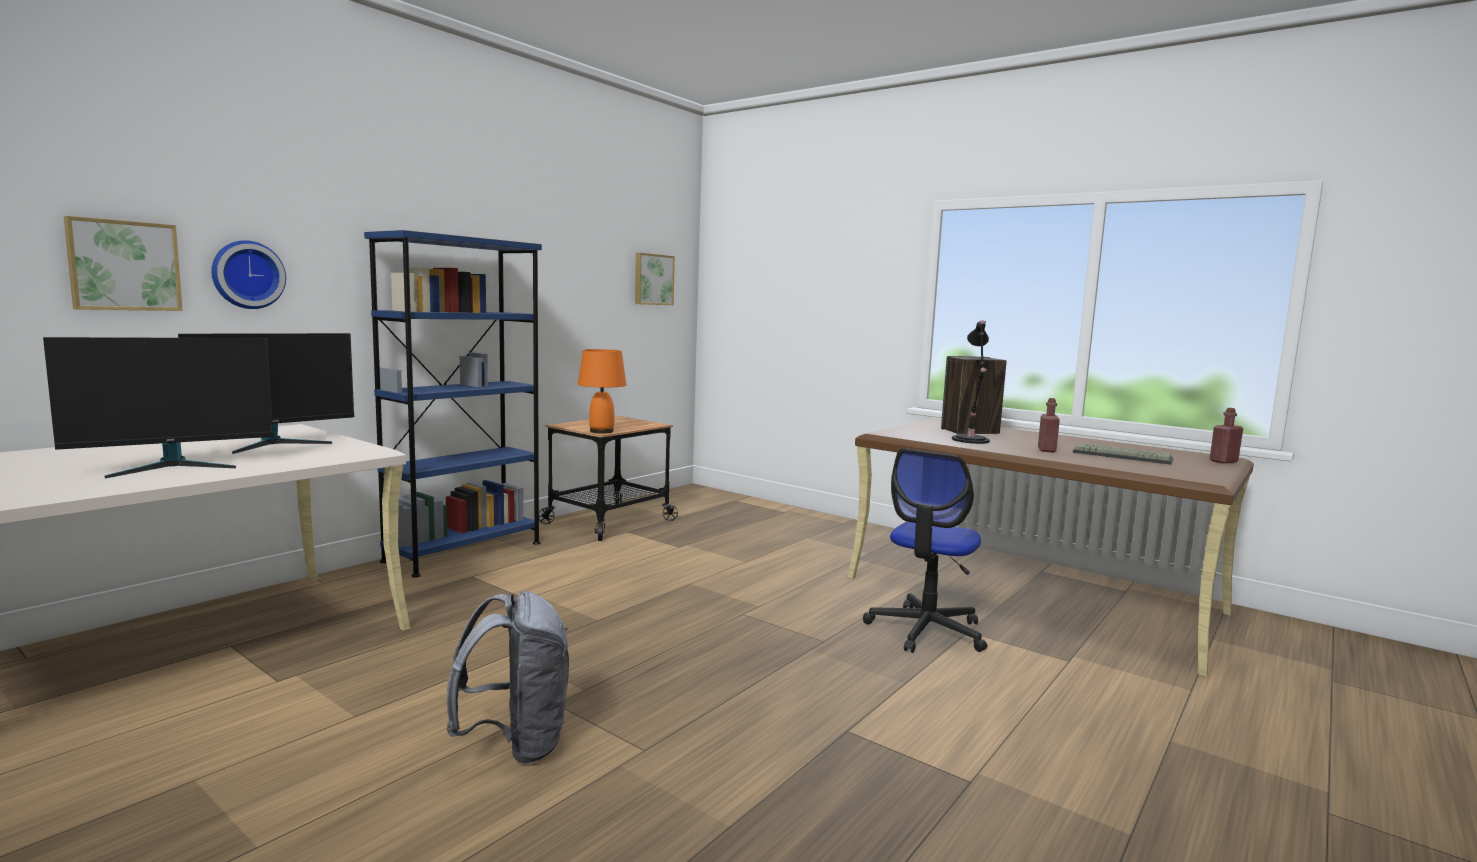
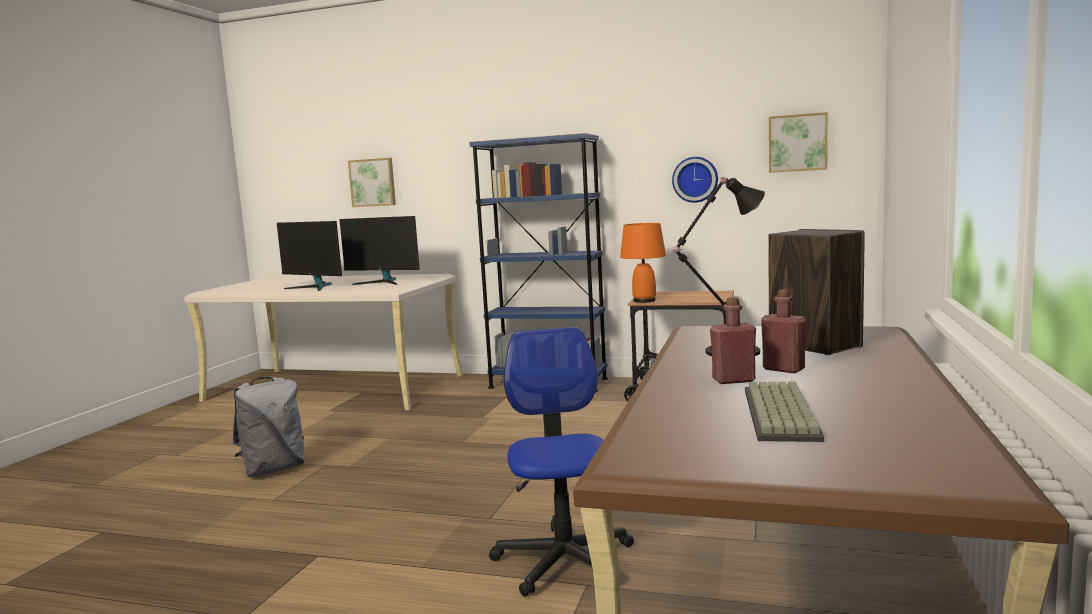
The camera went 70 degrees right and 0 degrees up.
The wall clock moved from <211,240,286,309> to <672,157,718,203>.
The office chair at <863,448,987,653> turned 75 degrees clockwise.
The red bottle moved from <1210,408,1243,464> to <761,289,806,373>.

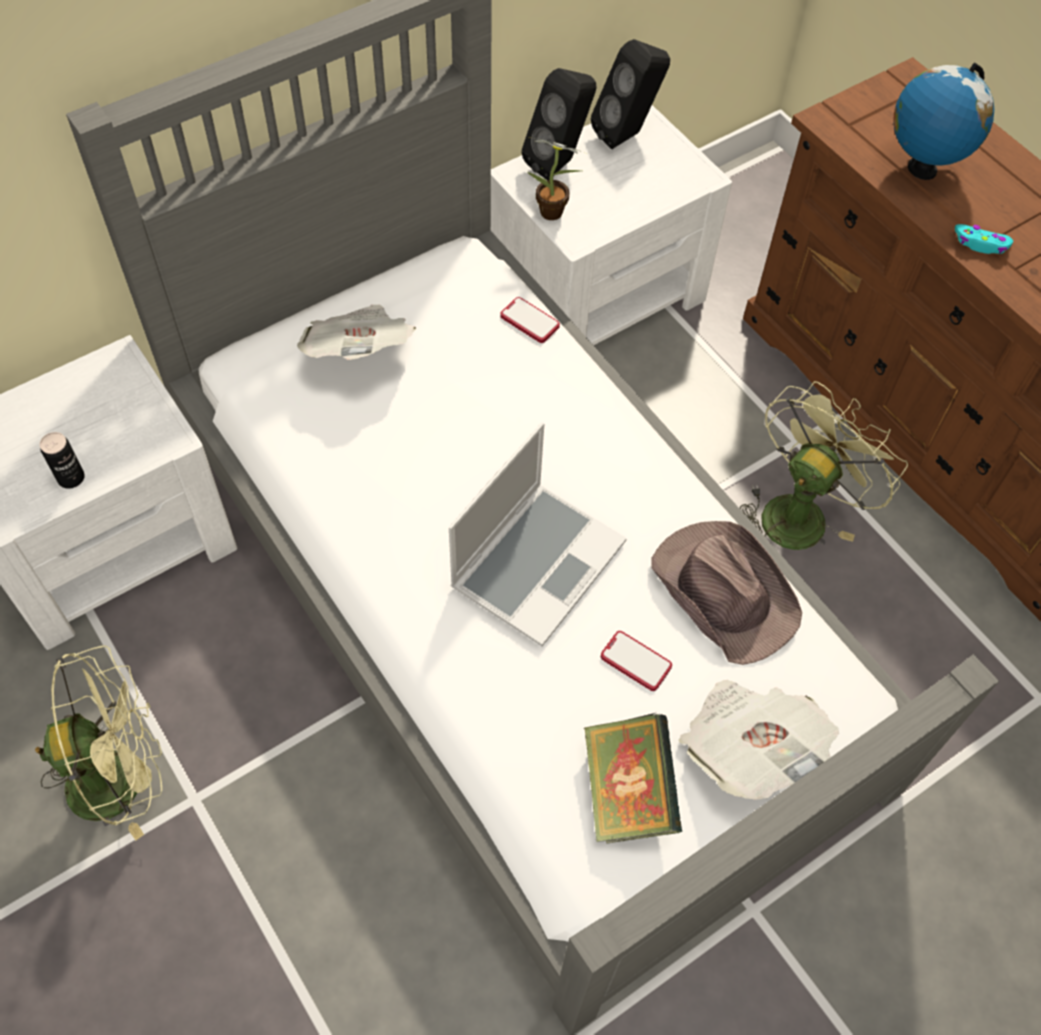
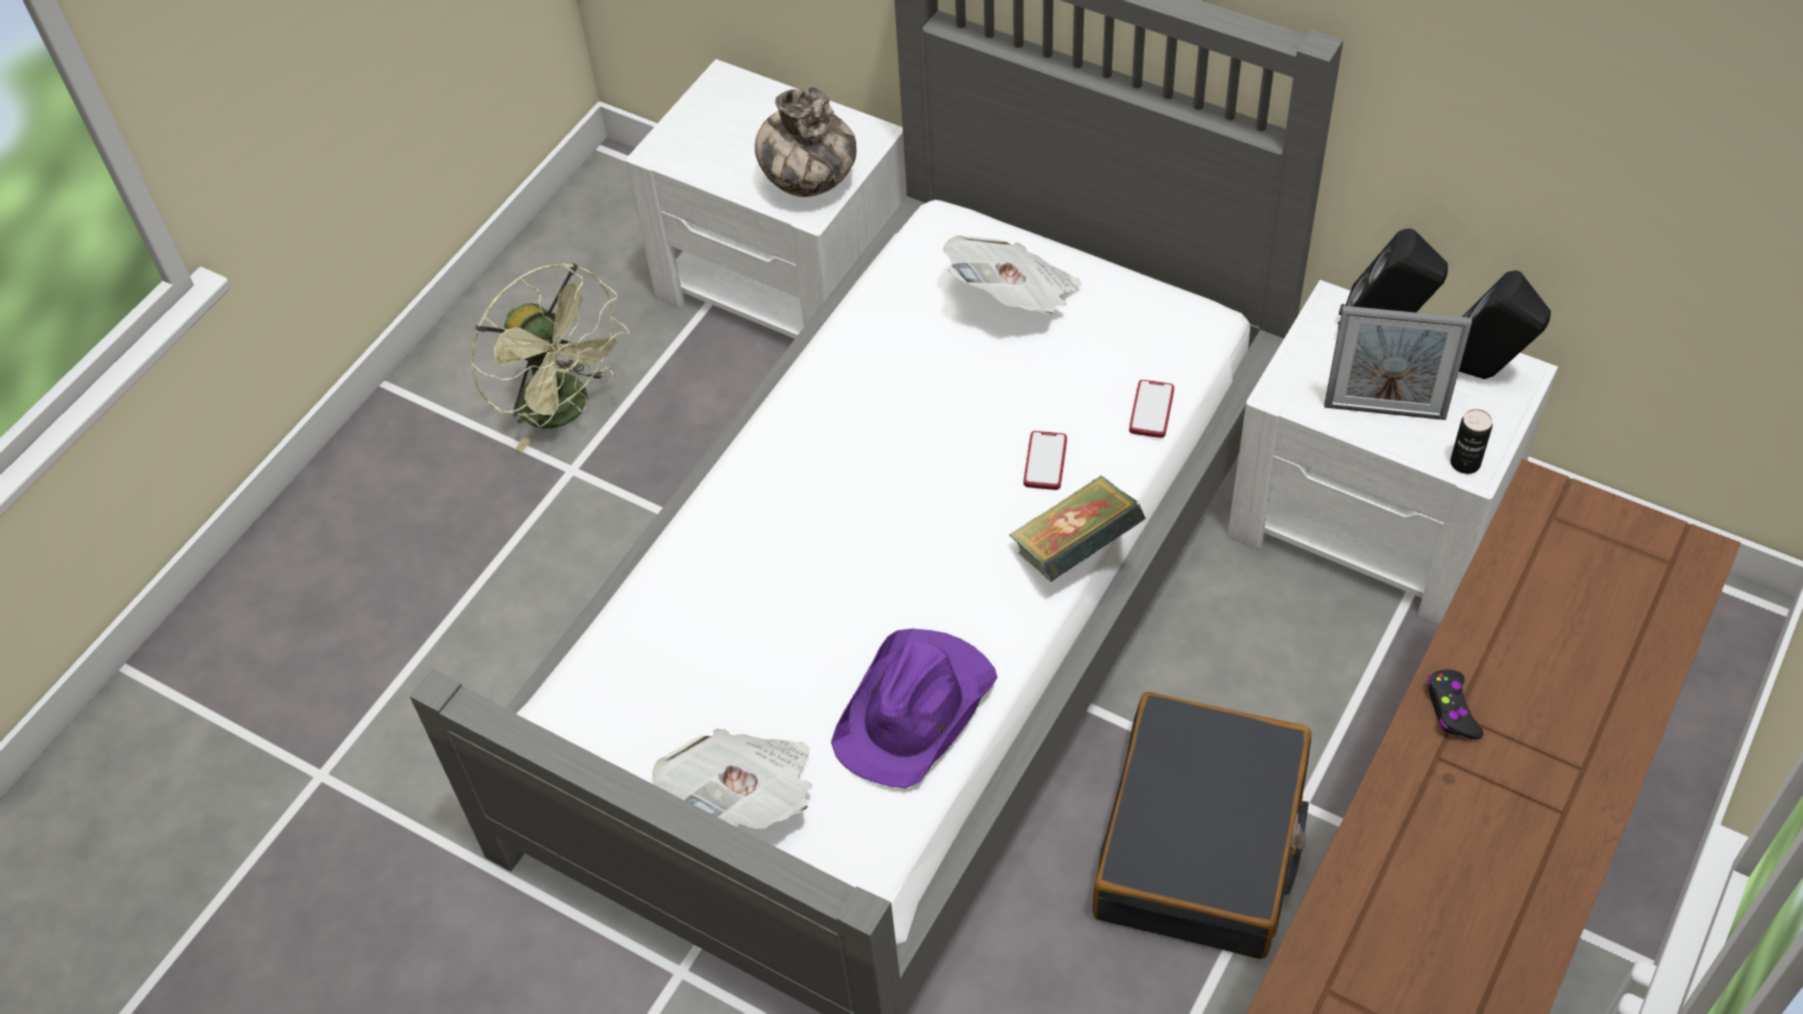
The camera went 70 degrees right and 5 degrees down.
The can moved from <40,432,85,489> to <1450,409,1493,474>.
The laptop at <449,423,627,646> disappeared.
The potted plant at <527,138,584,220> disappeared.
The book moved from <584,713,682,843> to <1009,475,1146,582>.
The phone moved from <601,631,672,691> to <1024,431,1067,490>.
The brown hat at <651,521,802,665> became the purple hat at <831,629,997,789>.
The green fan at <740,382,908,550> was replaced by the black suitcase at <1093,692,1312,959>.
The globe at <893,63,994,180> disappeared.
The turquoise game controller at <955,224,1013,254> became the black game controller at <1427,670,1483,740>.
The vase at <755,87,856,197> appeared.
The picture frame at <1324,306,1472,420> appeared.

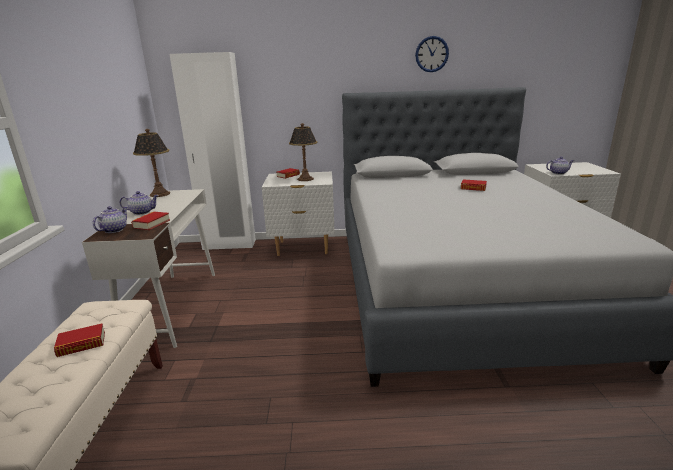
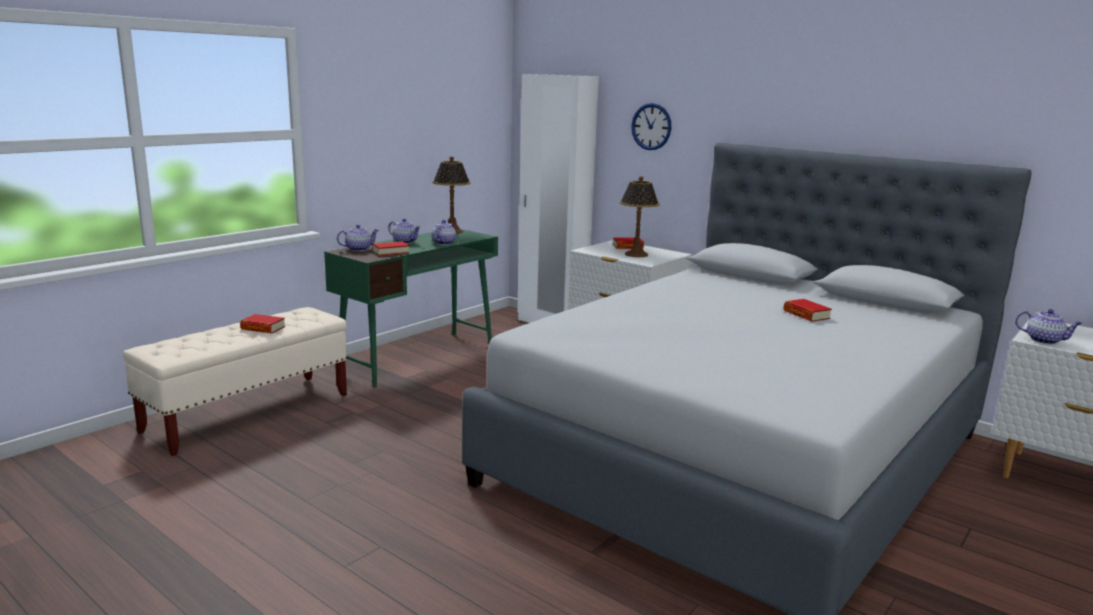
The camera went 40 degrees right and 5 degrees down.
The white desk at <82,189,215,348> became the green desk at <324,229,498,388>.
The wall clock moved from <415,36,449,72> to <631,103,672,150>.
The teapot at <431,220,456,245> appeared.

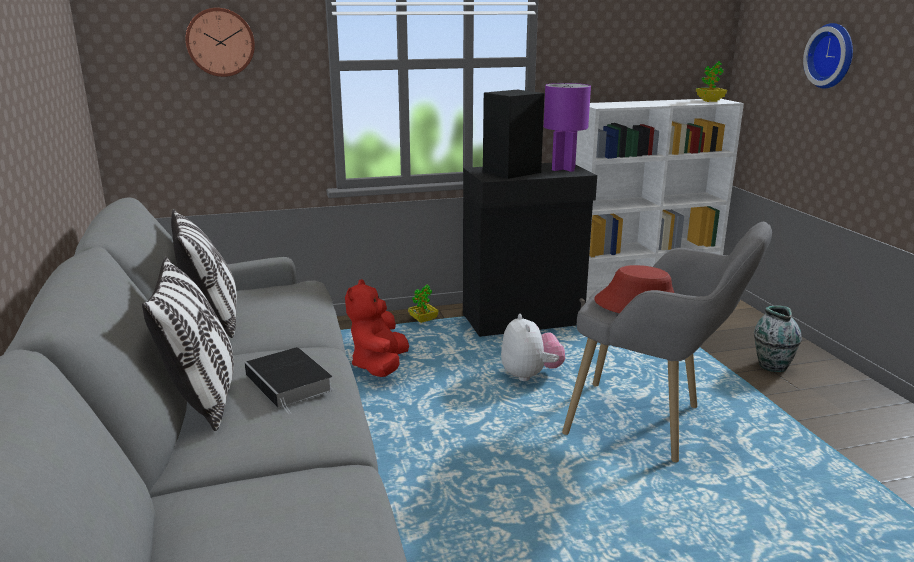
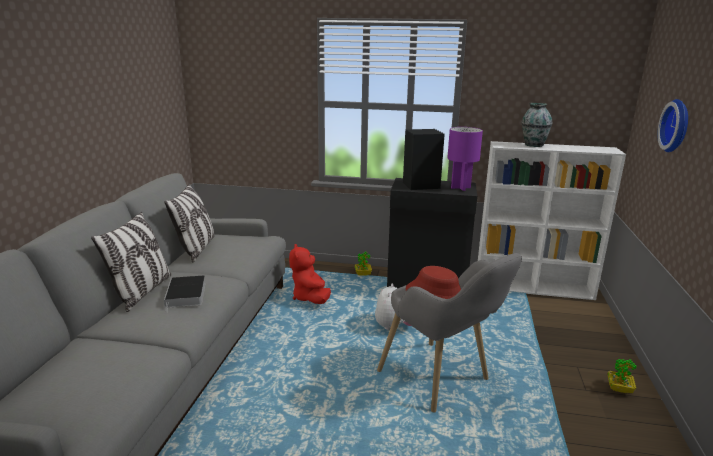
The camera went 25 degrees right and 0 degrees up.
The wall clock at <186,8,255,77> disappeared.
The red plush toy at <345,279,409,377> turned 45 degrees counterclockwise.
The potted plant moved from <696,61,727,102> to <608,359,637,393>.
The vase moved from <754,305,802,372> to <522,103,552,147>.

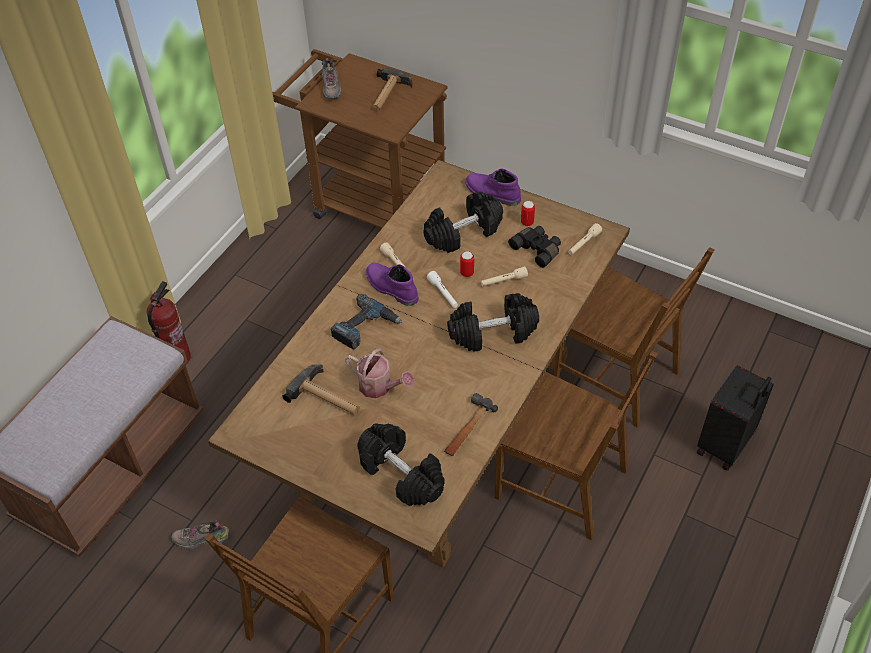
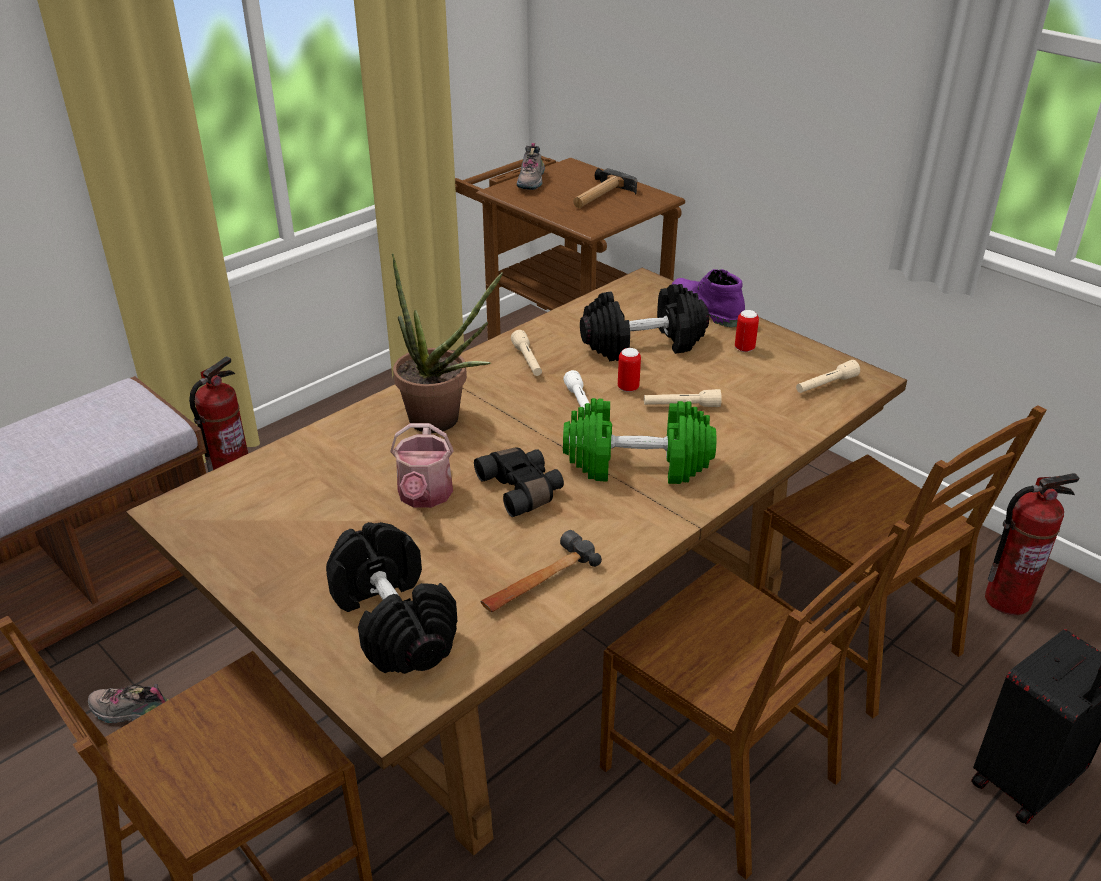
The camera went 15 degrees right and 15 degrees down.
The hammer at <283,364,360,415> disappeared.
The power drill at <331,294,402,350> was replaced by the potted plant at <392,253,503,433>.
The watering can at <345,349,414,398> turned 45 degrees clockwise.
The purple boot at <366,263,419,306> disappeared.
The black dumbbell at <447,293,539,352> became the green dumbbell at <563,398,716,484>.
The black binoculars moved from <508,226,561,268> to <474,447,564,517>.
The fire extinguisher at <985,473,1079,615> appeared.

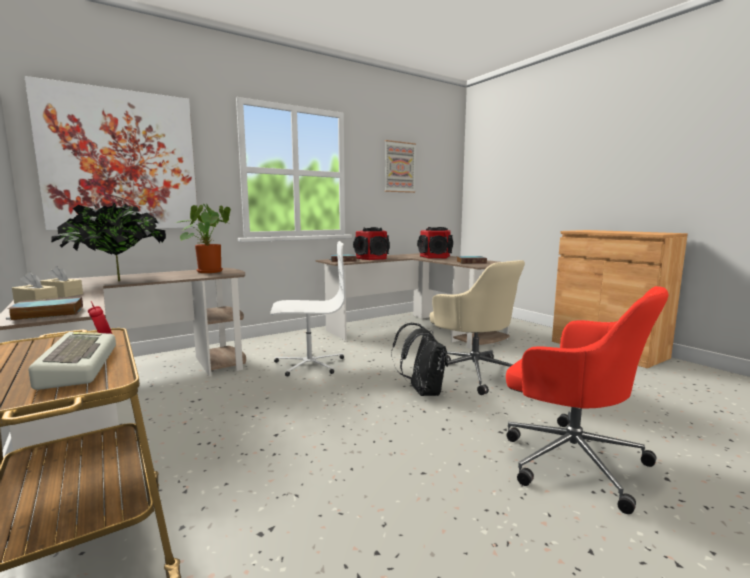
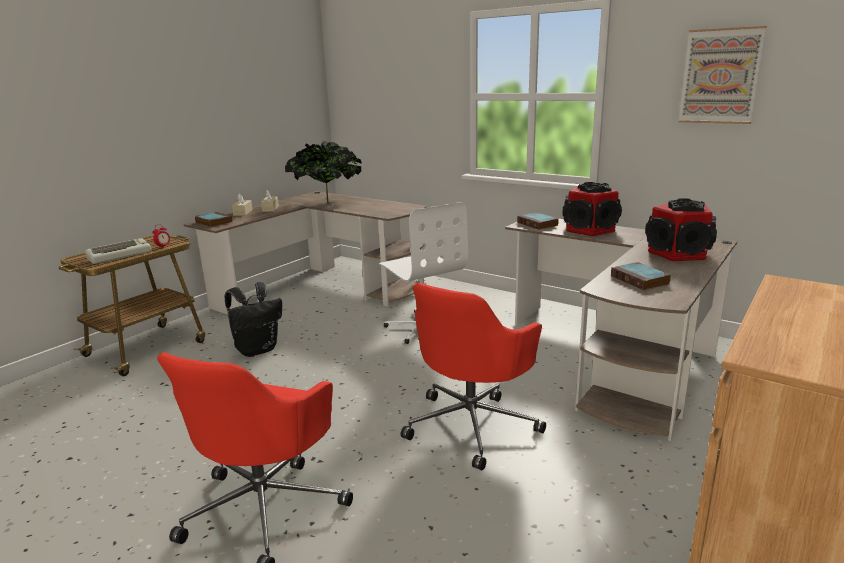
The camera went 70 degrees right and 10 degrees up.
The picture at <24,76,199,230> disappeared.
The potted plant at <176,203,231,273> disappeared.
The black backpack moved from <391,323,448,396> to <224,282,282,357>.
The beige office chair at <430,260,525,395> became the red office chair at <401,283,546,470>.

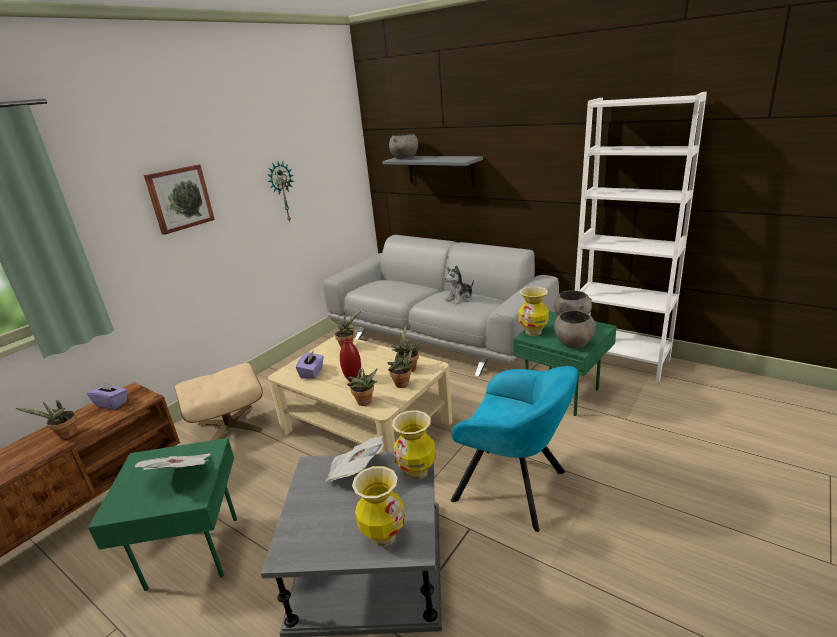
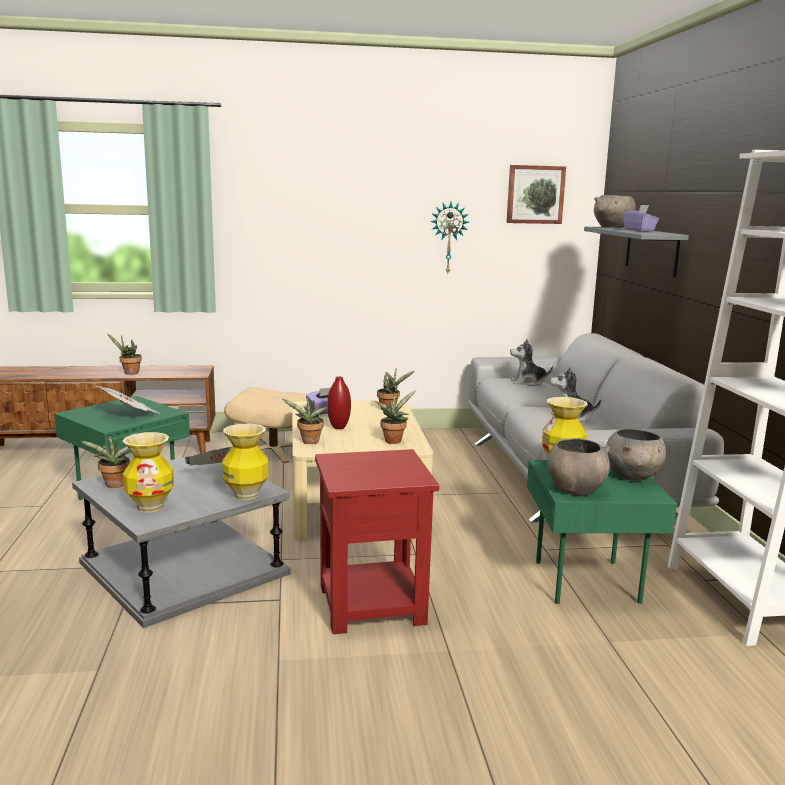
The camera went 45 degrees right and 10 degrees down.
The purple tissue box moved from <87,380,127,410> to <623,205,659,231>.
The picture moved from <144,165,215,235> to <507,165,566,224>.
The potted plant moved from <387,349,416,388> to <81,435,130,488>.
The turquoise armchair at <451,366,578,532> was replaced by the red side table at <315,449,439,634>.
The plush toy at <510,339,553,386> appeared.

